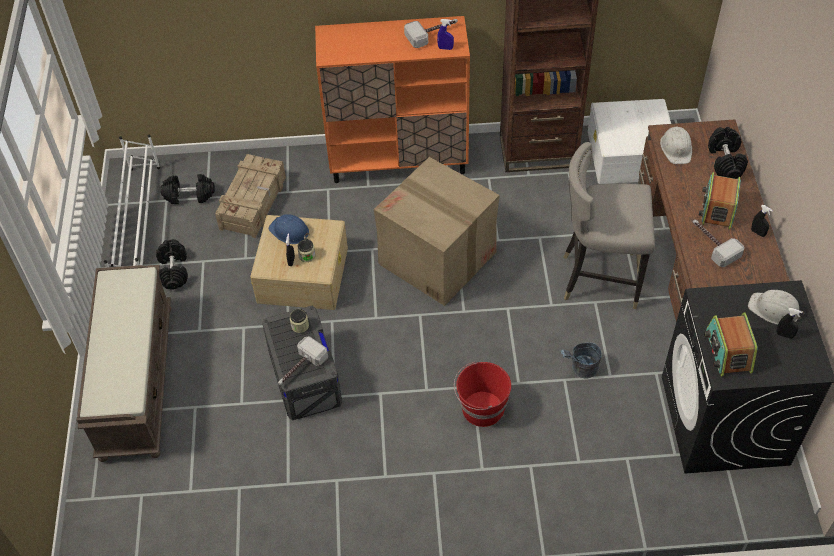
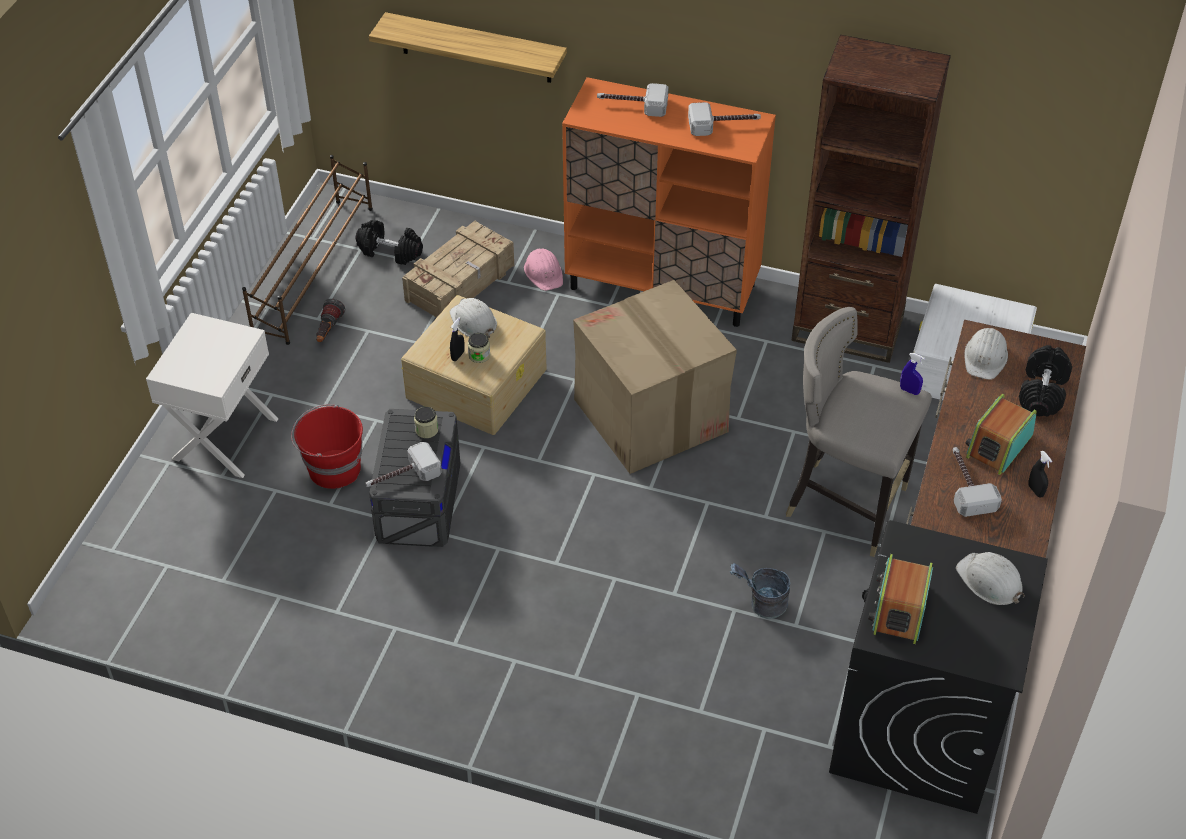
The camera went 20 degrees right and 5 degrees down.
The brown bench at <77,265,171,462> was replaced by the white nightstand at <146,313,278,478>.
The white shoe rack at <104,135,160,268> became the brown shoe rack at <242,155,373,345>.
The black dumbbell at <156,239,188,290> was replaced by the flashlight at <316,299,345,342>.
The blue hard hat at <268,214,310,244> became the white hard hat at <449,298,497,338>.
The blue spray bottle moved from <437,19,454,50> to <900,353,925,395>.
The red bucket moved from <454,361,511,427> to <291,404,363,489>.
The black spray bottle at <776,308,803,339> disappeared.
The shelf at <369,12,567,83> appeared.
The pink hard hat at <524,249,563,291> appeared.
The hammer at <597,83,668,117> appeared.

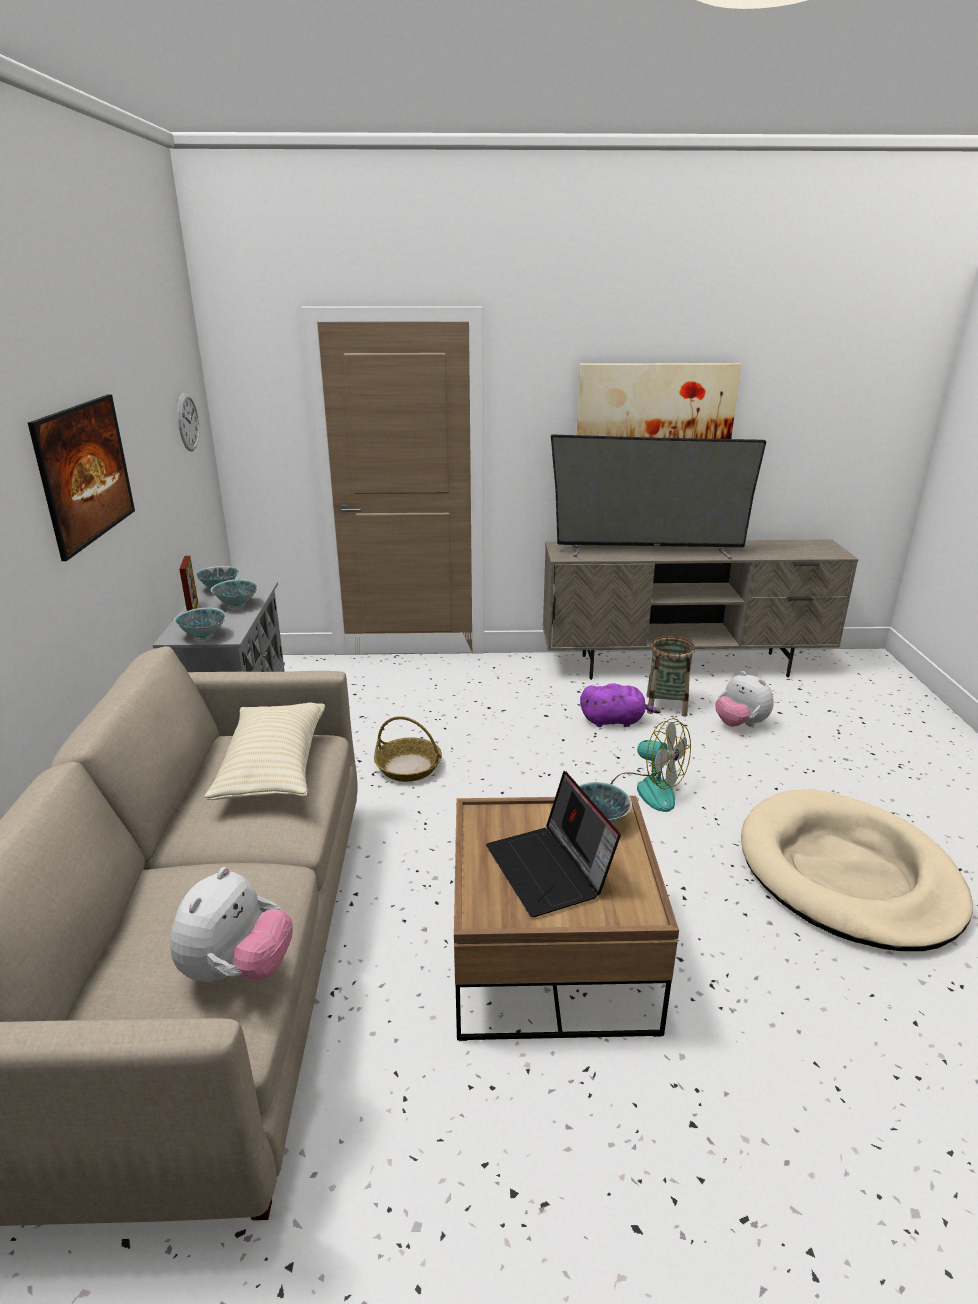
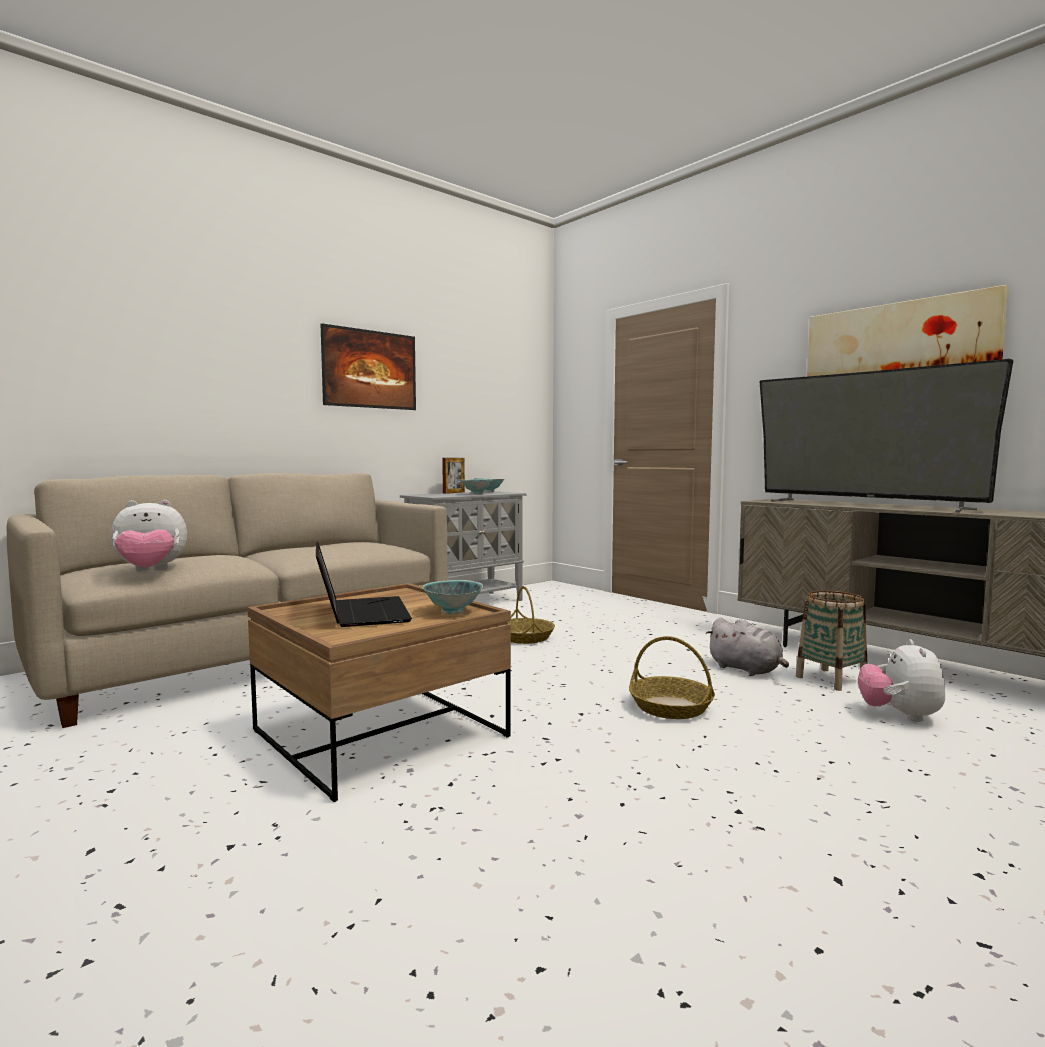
The camera went 50 degrees right and 20 degrees down.
The bowl at <174,608,226,640> disappeared.
The wall clock at <178,393,199,452> disappeared.
The beige pillow at <204,703,325,800> disappeared.
The laptop at <486,771,621,917> turned 135 degrees clockwise.
The purple plush toy at <580,683,661,727> became the grey plush toy at <706,618,789,676>.
The fan at <611,718,691,812> was replaced by the basket at <629,636,715,719>.
The beige dog bed at <741,789,973,951> disappeared.

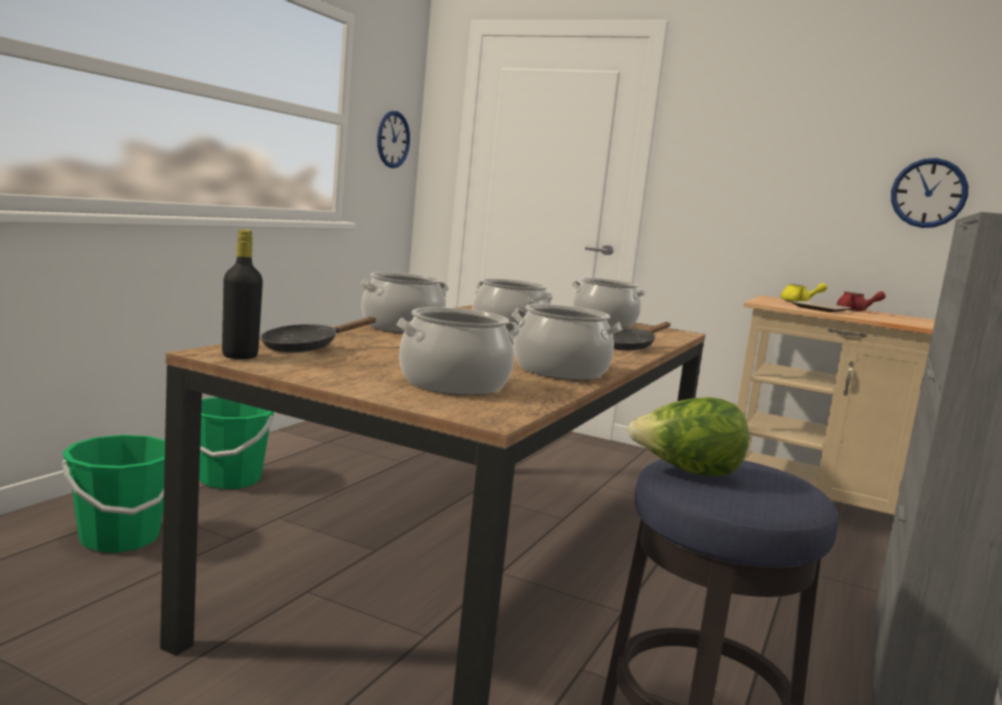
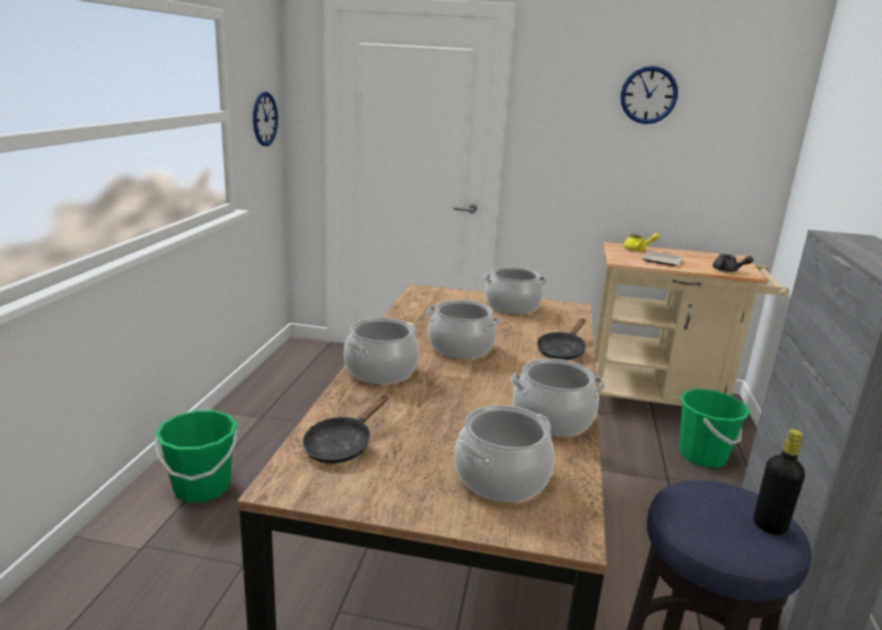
The camera went 15 degrees left and 10 degrees up.
The green bucket moved from <62,435,165,553> to <679,389,750,468>.
The black bottle moved from <222,230,263,359> to <754,429,805,535>.
The lettuce at <628,397,749,476> disappeared.
The red teapot at <837,291,886,311> disappeared.
The wall clock moved from <891,158,968,228> to <621,66,678,124>.
The grey teapot at <713,254,753,272> appeared.

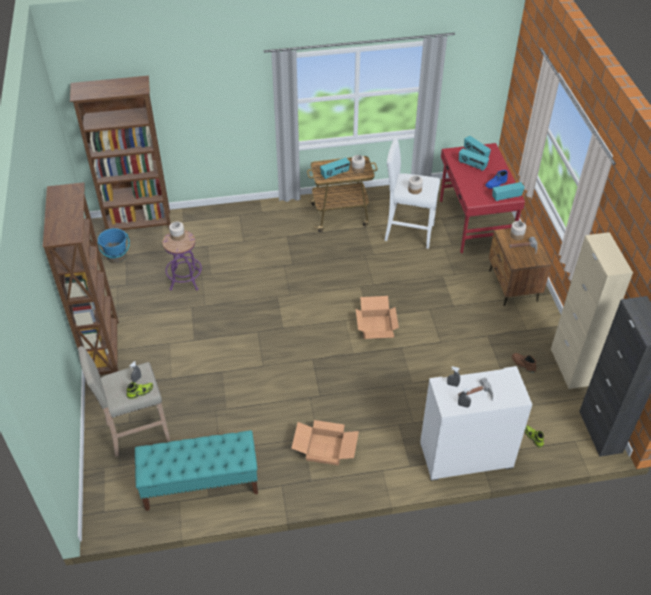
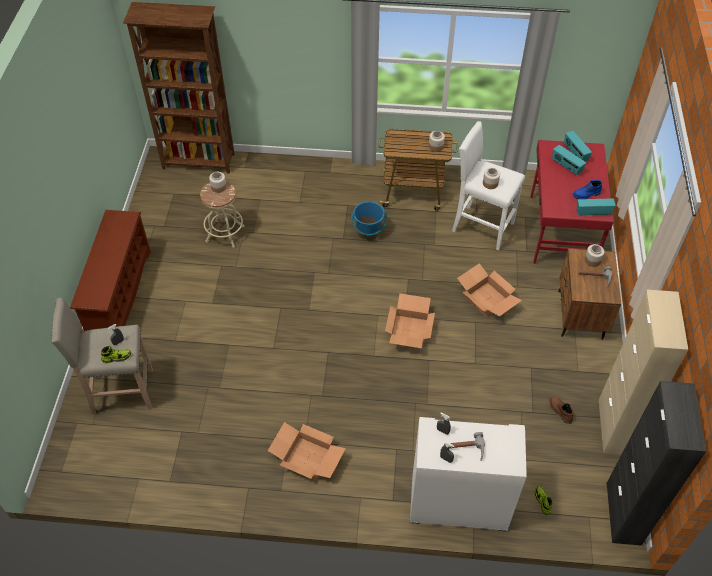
The camera went 15 degrees right and 5 degrees up.
The brown bookcase at <43,182,119,375> was replaced by the brown shoe rack at <70,210,151,331>.
The blue bucket moved from <98,228,130,263> to <351,201,387,240>.
The turquoise bench at <135,430,258,511> disappeared.
The purple stool at <162,230,202,290> became the beige stool at <200,181,244,248>.
The radio at <320,158,350,179> disappeared.
The cardboard box at <457,263,522,317> appeared.

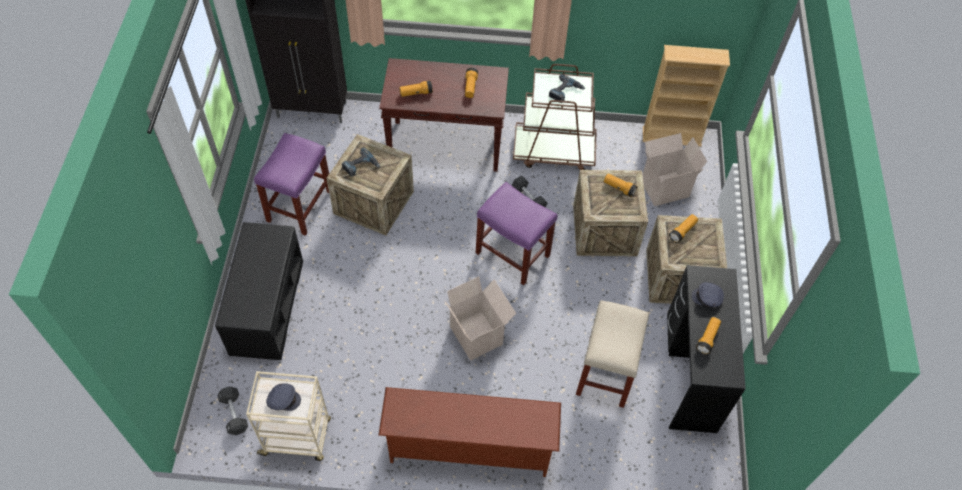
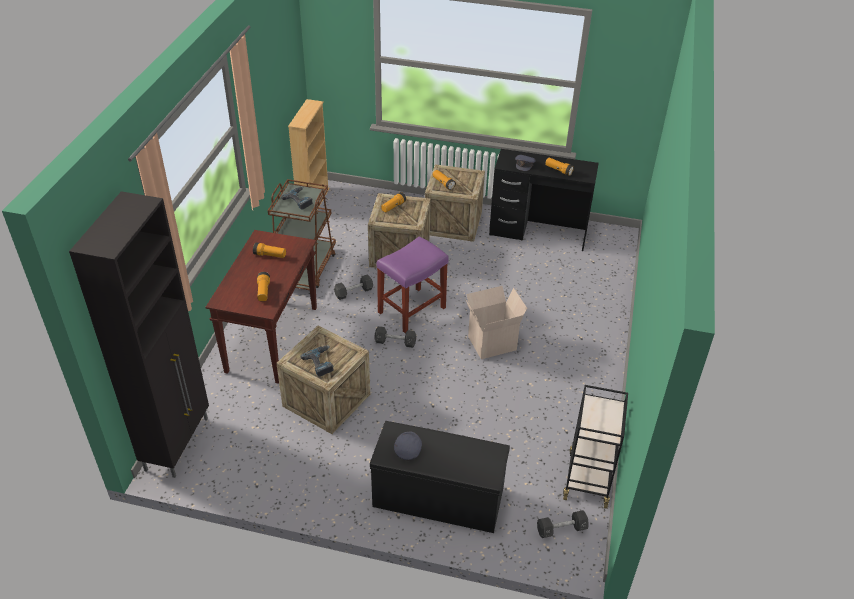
The camera went 80 degrees left and 15 degrees down.
The beige cart at <246,371,331,461> became the black cart at <563,385,628,509>.
The purple stool at <254,133,329,236> disappeared.
The grey cap moved from <266,383,301,411> to <394,432,422,460>.
The brown shoe rack at <378,387,561,477> disappeared.
The beige stool at <576,300,649,408> disappeared.
The cardboard box at <643,133,707,206> disappeared.
The black dumbbell at <374,326,416,348> appeared.

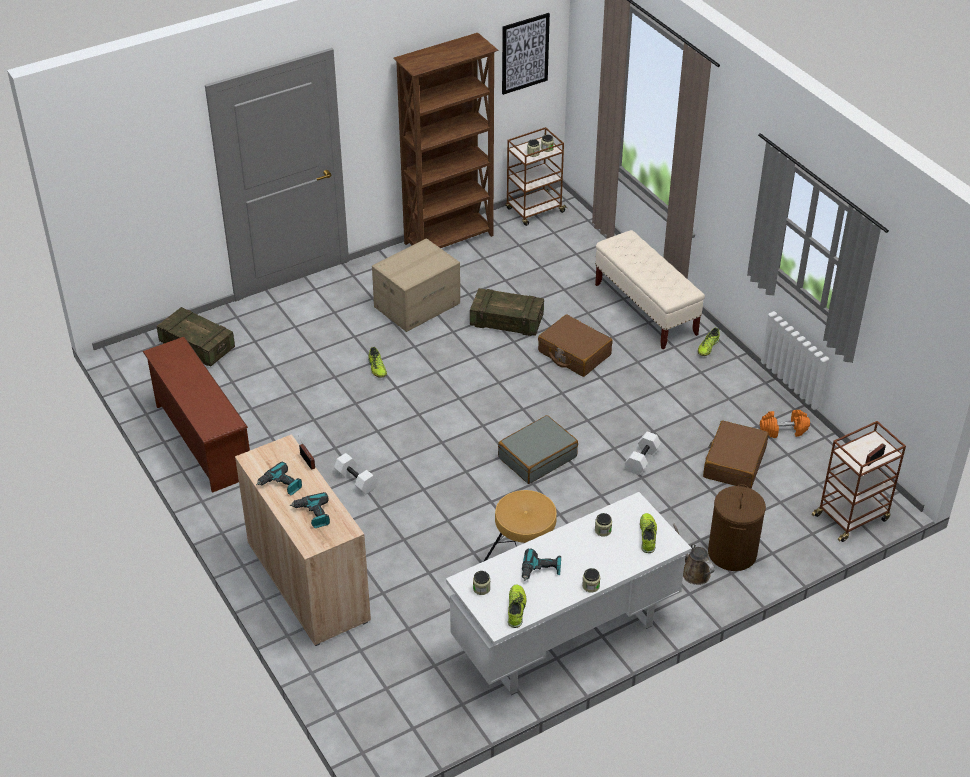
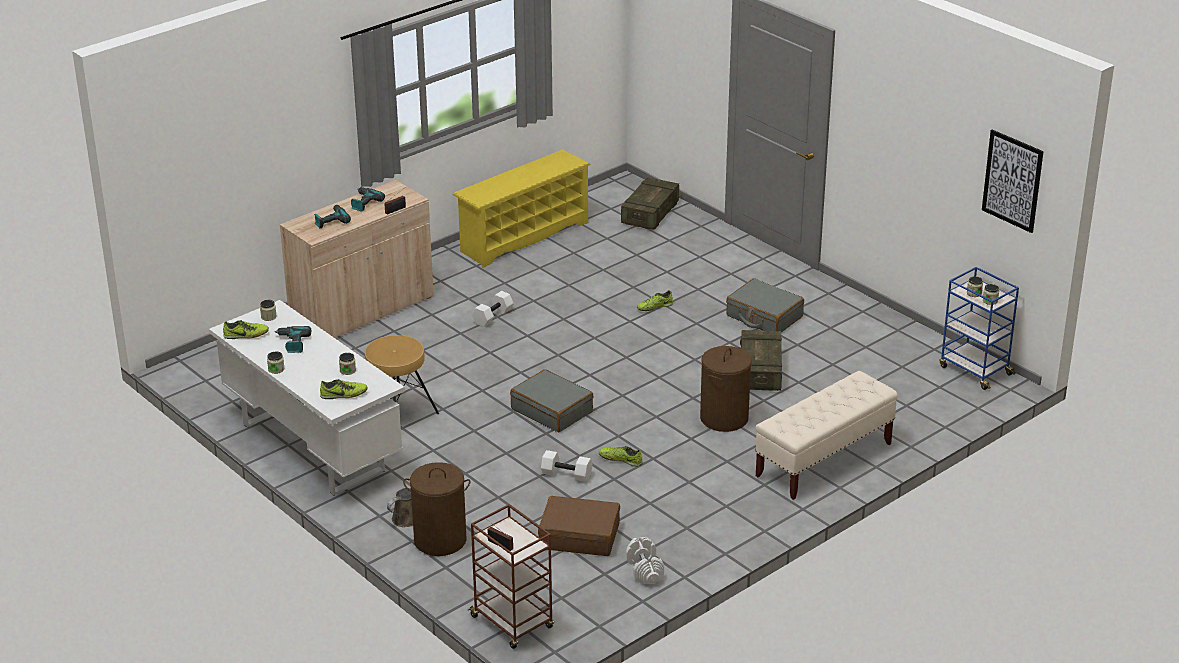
The camera went 80 degrees right and 10 degrees down.
The brown shoe rack at <143,337,250,493> became the yellow shoe rack at <453,149,591,268>.
The cardboard box at <372,238,460,332> was replaced by the grey suitcase at <726,278,804,333>.
The brown bookcase at <394,33,498,248> disappeared.
The brown cart at <505,127,568,226> became the blue cart at <939,267,1019,390>.
The brown suitcase at <538,314,612,377> was replaced by the brown laundry basket at <700,346,752,432>.
The shoe moved from <698,327,720,356> to <599,446,642,467>.
The orange dumbbell at <760,410,810,438> became the white dumbbell at <626,537,664,583>.

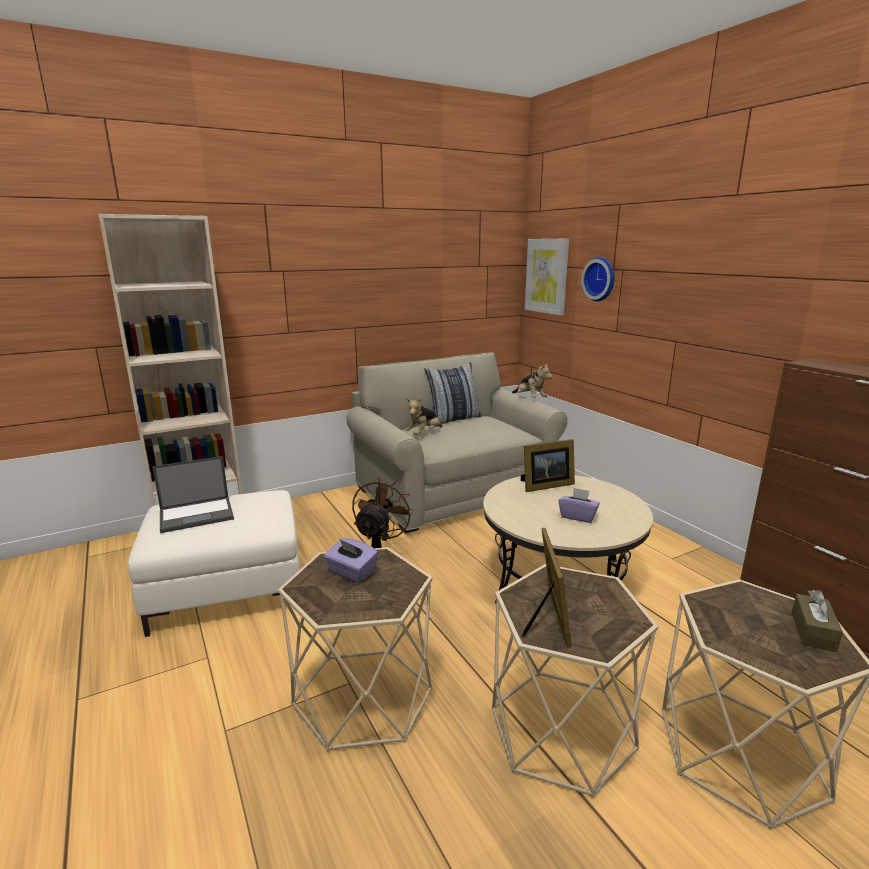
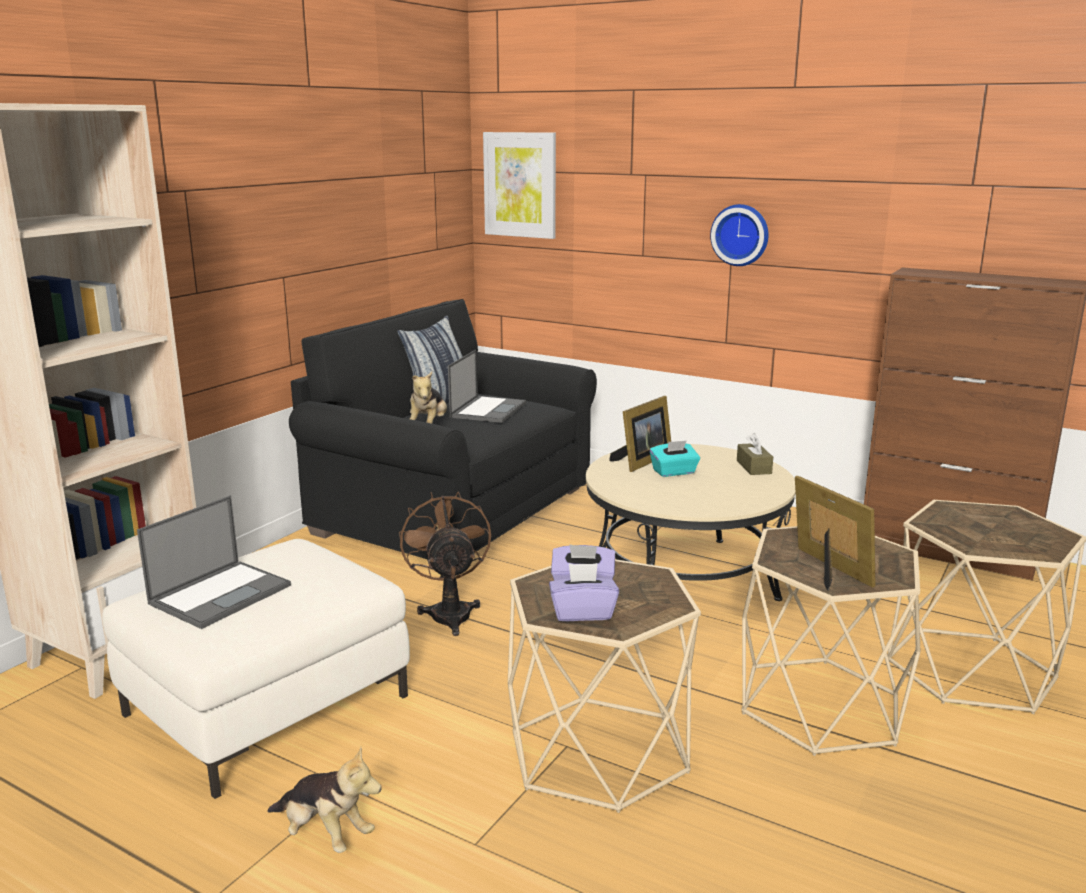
The camera went 30 degrees left and 0 degrees up.
The beige sofa at <346,352,568,533> became the black sofa at <289,299,597,569>.
The plush toy moved from <512,362,552,398> to <267,747,381,853>.
The purple tissue box moved from <558,488,600,523> to <549,563,619,621>.
The wall clock moved from <581,257,615,302> to <710,204,769,266>.
The brown tissue box moved from <792,590,843,652> to <737,433,773,475>.
The laptop at <448,350,526,423> appeared.
The turquoise tissue box at <650,440,700,477> appeared.

